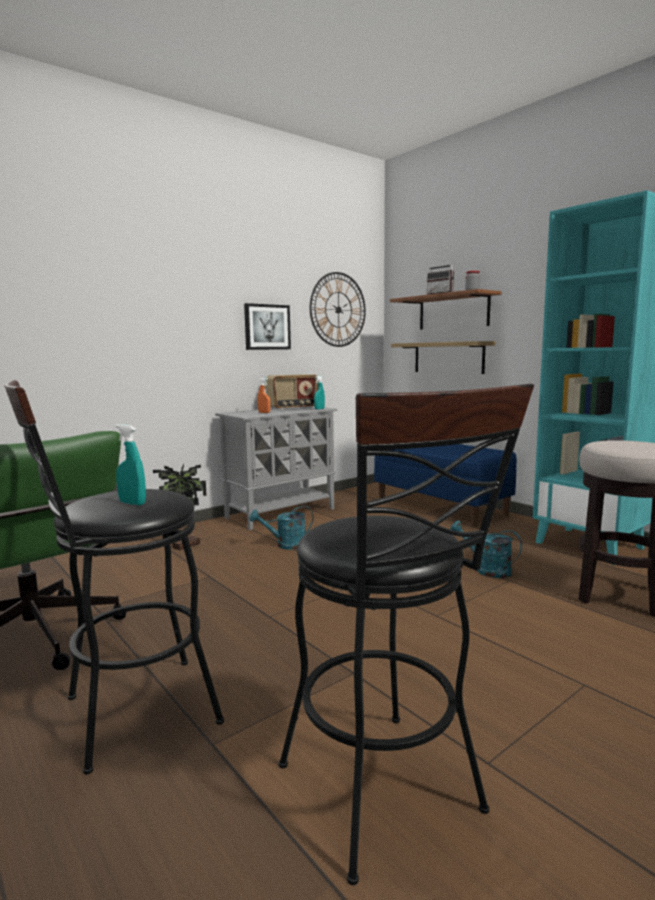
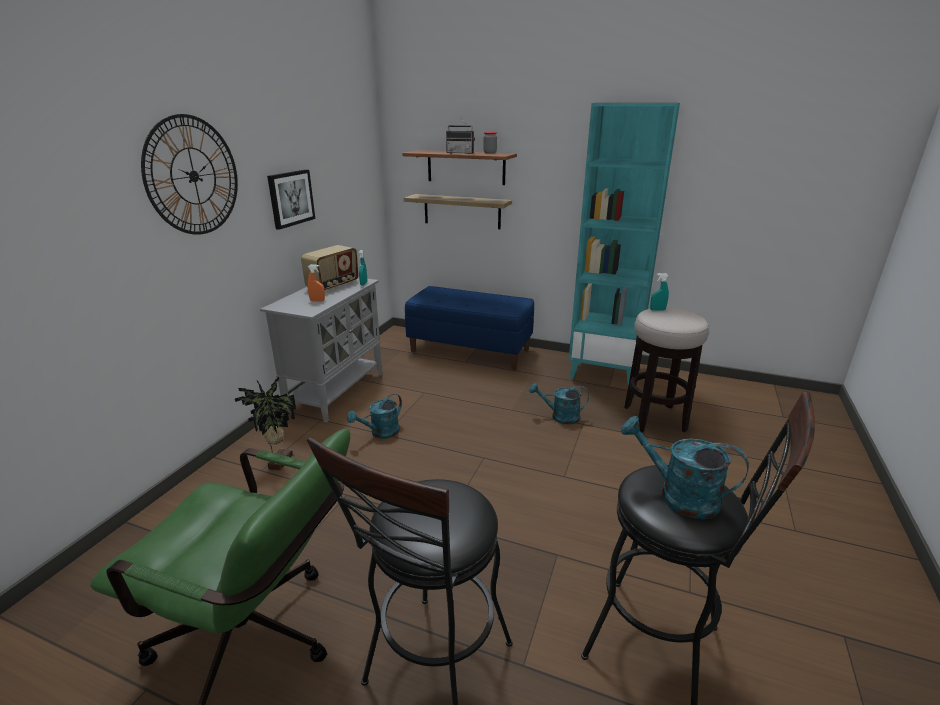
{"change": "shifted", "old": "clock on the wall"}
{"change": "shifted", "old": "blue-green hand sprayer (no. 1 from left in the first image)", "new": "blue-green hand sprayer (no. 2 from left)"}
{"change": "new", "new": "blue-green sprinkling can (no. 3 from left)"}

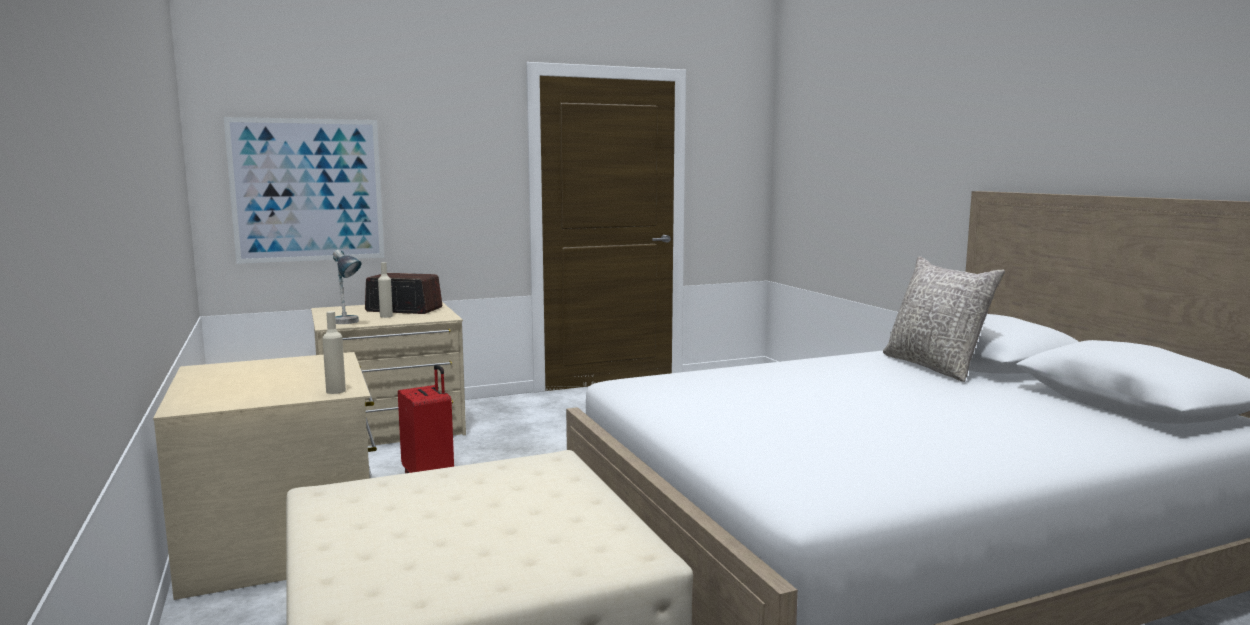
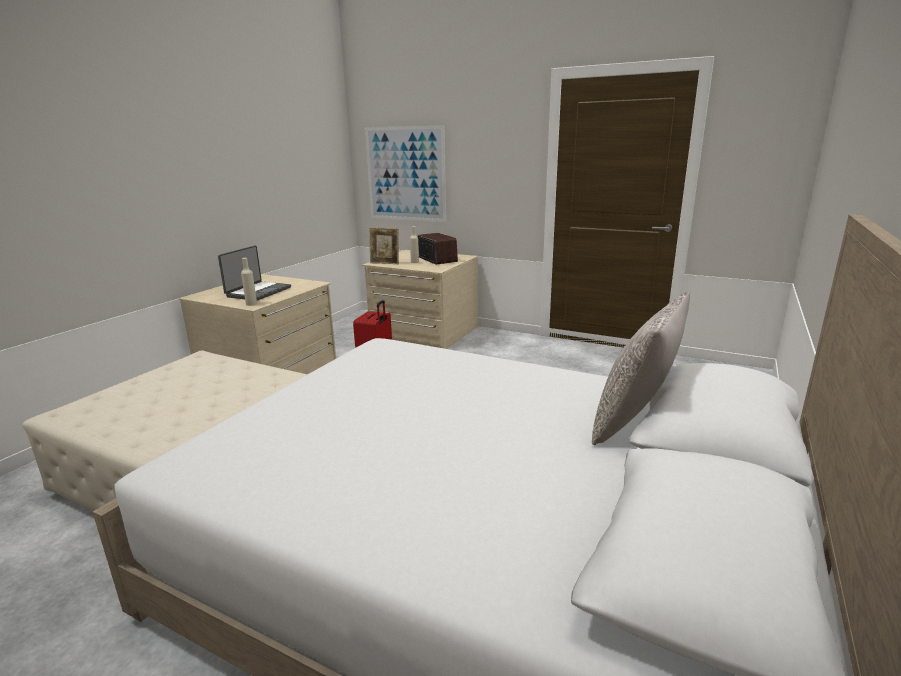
{"change": "swapped", "old": "table lamp", "new": "photo frame"}
{"change": "new", "new": "portable computer"}

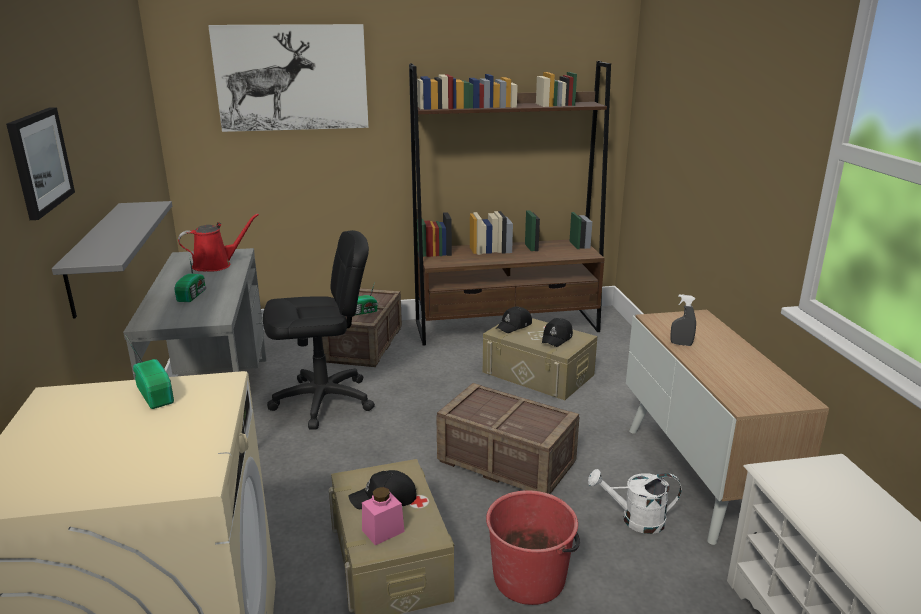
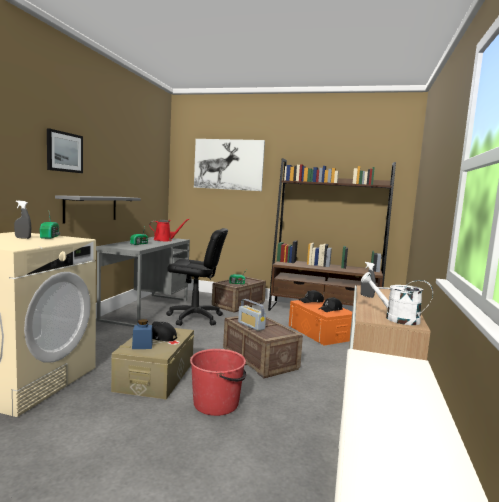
{"change": "repainted", "old": "beige storage container (no. 2 from left)", "new": "orangey storage container"}
{"change": "shifted", "old": "white-coloured sprinkling can"}
{"change": "repainted", "old": "pink-coloured storage jar", "new": "blue-coloured storage jar"}
{"change": "new", "new": "gray hand sprayer (no. 1 from left)"}
{"change": "new", "new": "radio set (no. 4 from left)"}

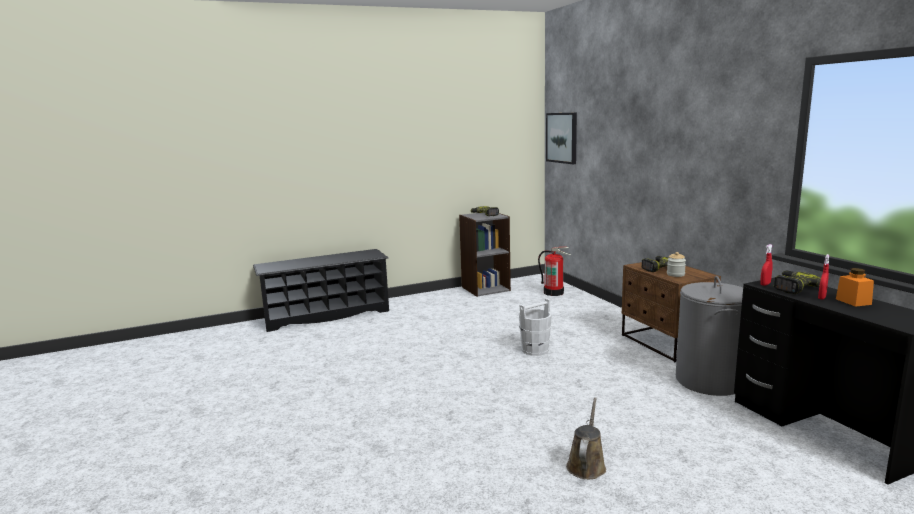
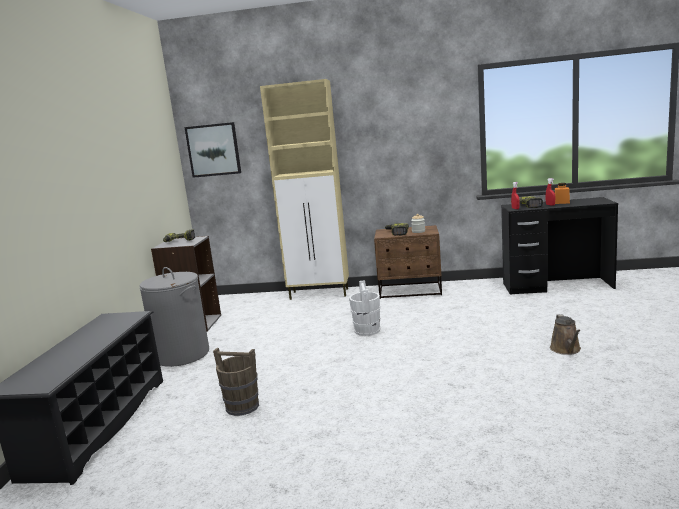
{"change": "gone", "old": "fire-fighting cylinder"}
{"change": "shifted", "old": "gray washing basket"}
{"change": "rotated", "old": "brownish sprinkling can", "degrees": -135}
{"change": "new", "new": "beige cupboard"}
{"change": "new", "new": "brownish water bucket"}

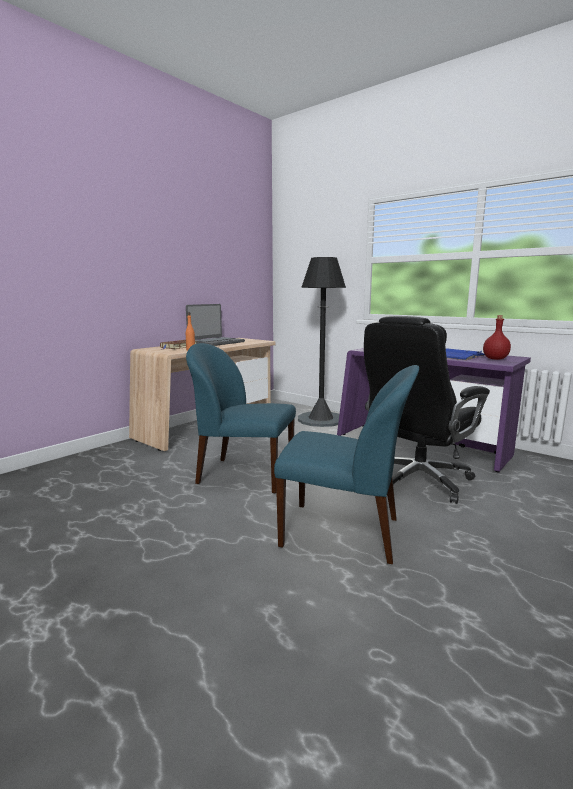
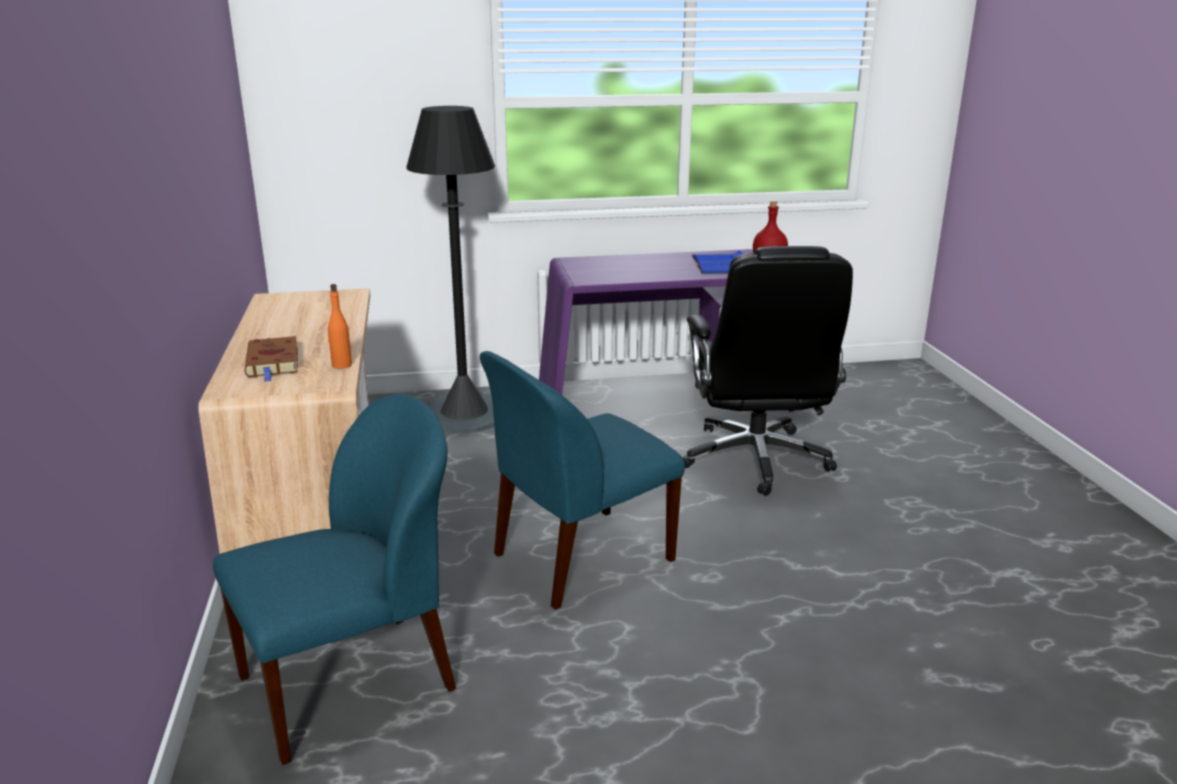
{"change": "gone", "old": "portable computer"}
{"change": "shifted", "old": "blue-coloured plain chair (no. 2 from left in the first image)", "new": "blue-coloured plain chair (no. 1 from left)"}

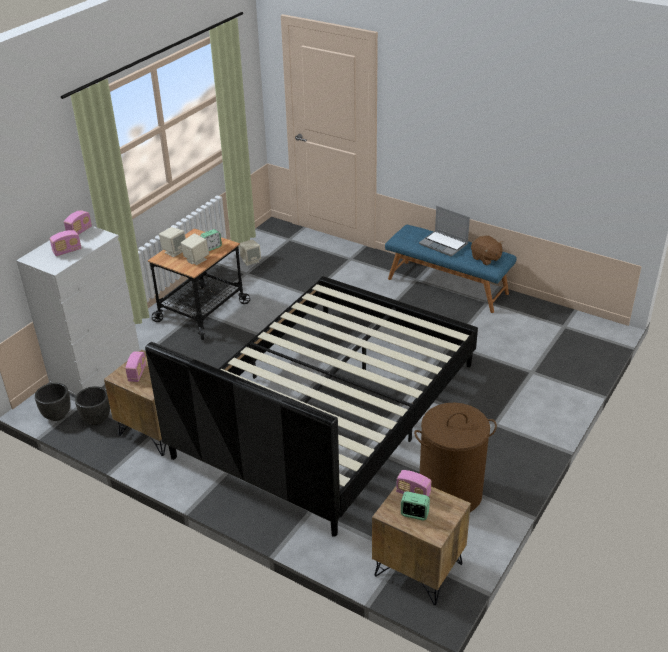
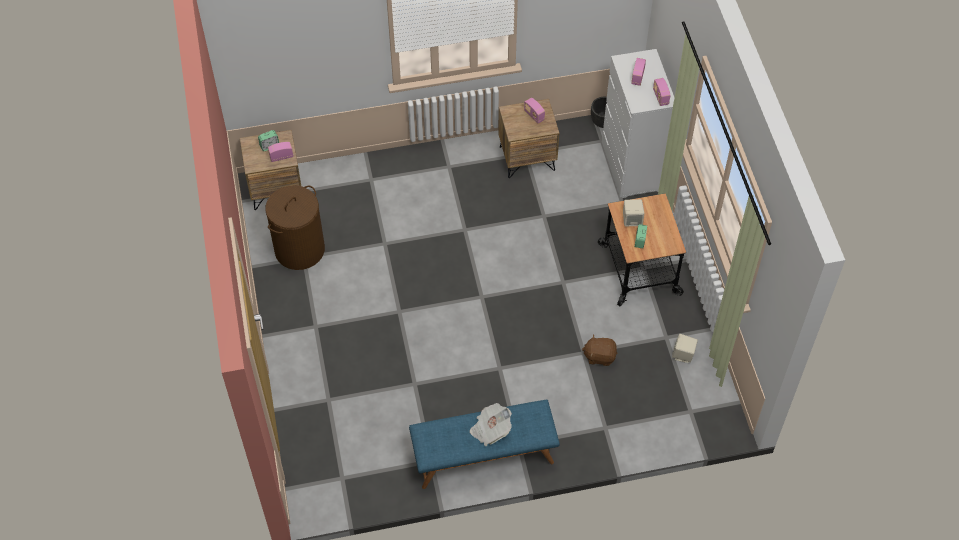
{"change": "swapped", "old": "portable computer", "new": "newspaper"}
{"change": "gone", "old": "beige loudspeaker (no. 1 from left)"}
{"change": "shifted", "old": "brownish plush toy"}
{"change": "gone", "old": "black sleeping bed"}
{"change": "gone", "old": "black flower pot (no. 2 from left)"}

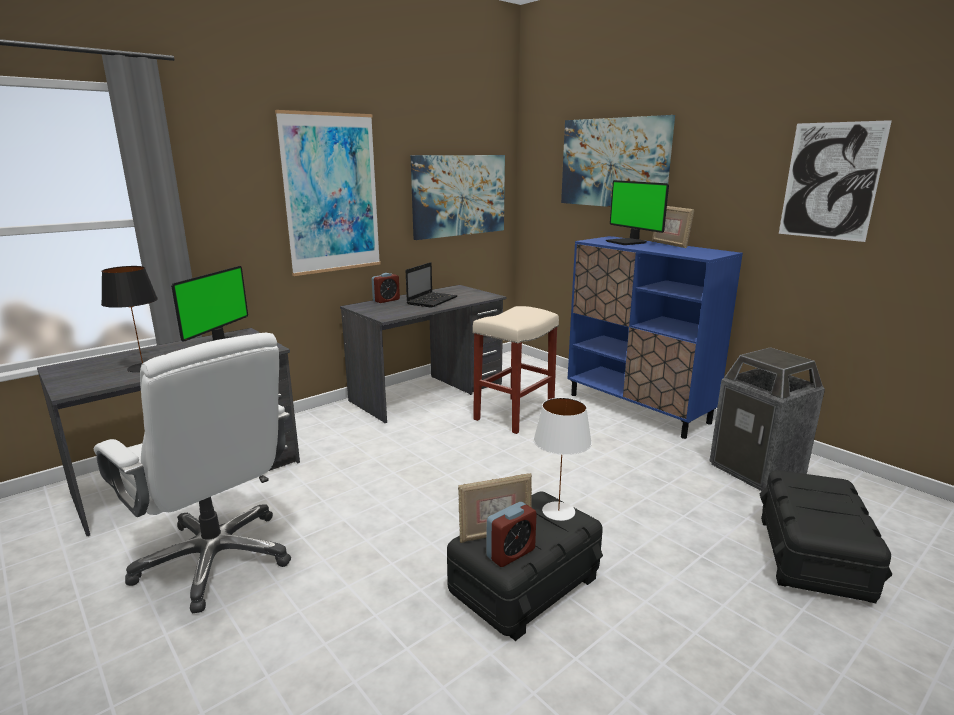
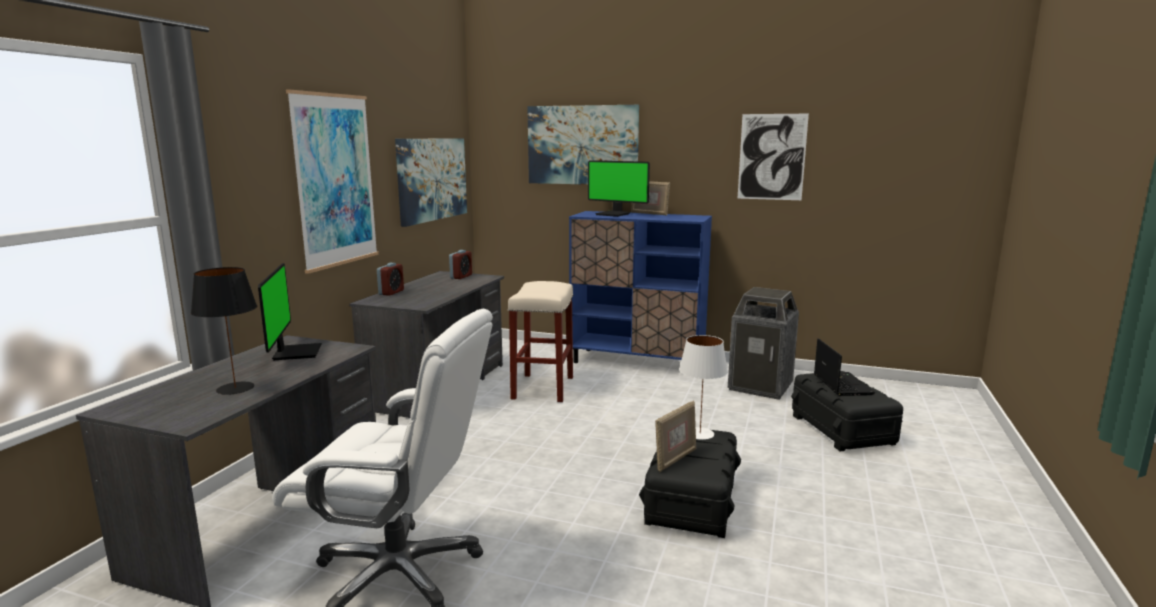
{"change": "shifted", "old": "portable computer"}
{"change": "shifted", "old": "alarm clock (no. 2 from left)"}

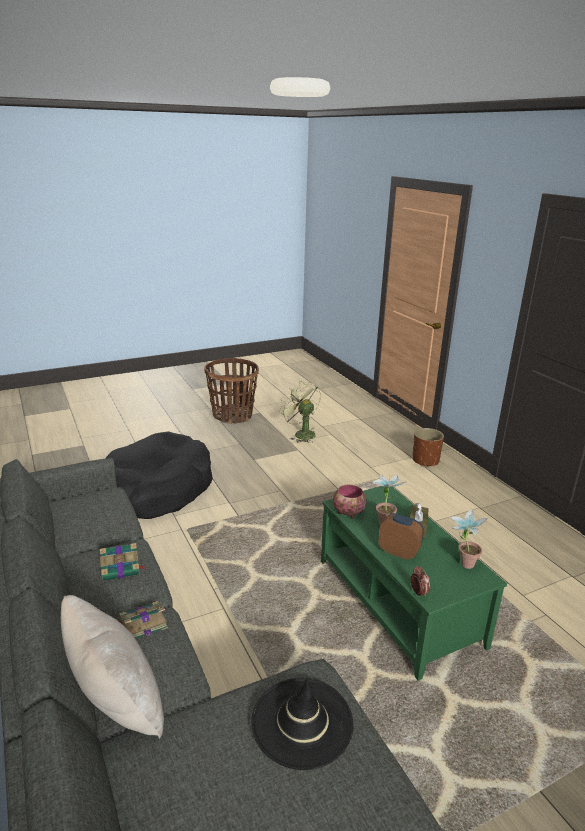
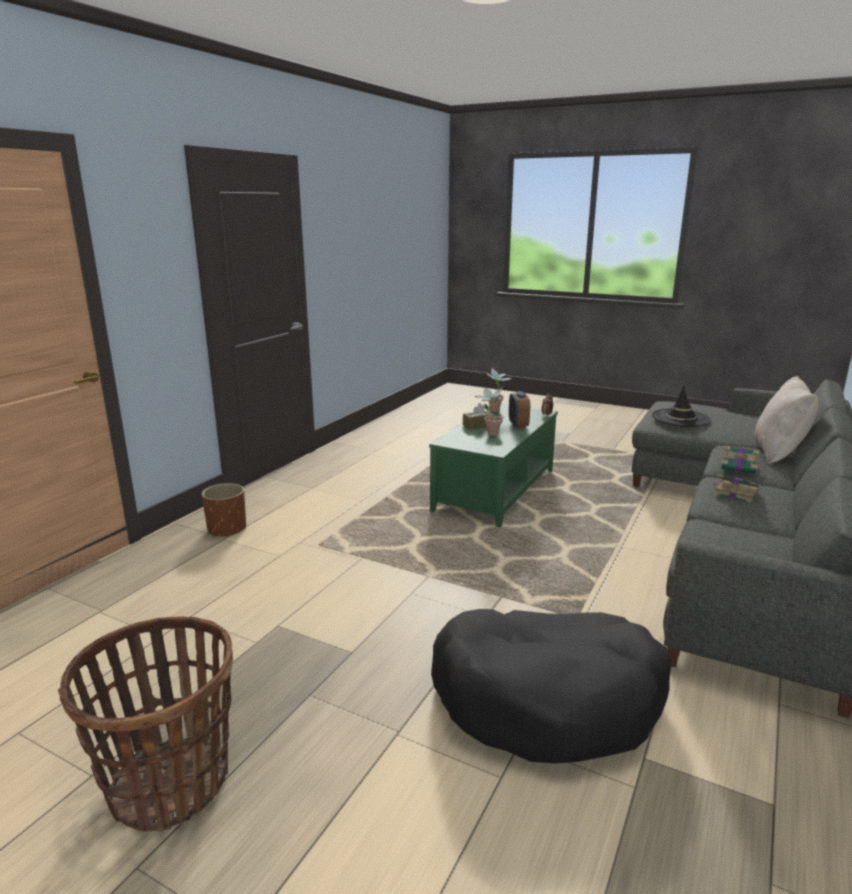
{"change": "gone", "old": "green-coloured cooling fan"}
{"change": "gone", "old": "serving bowl"}

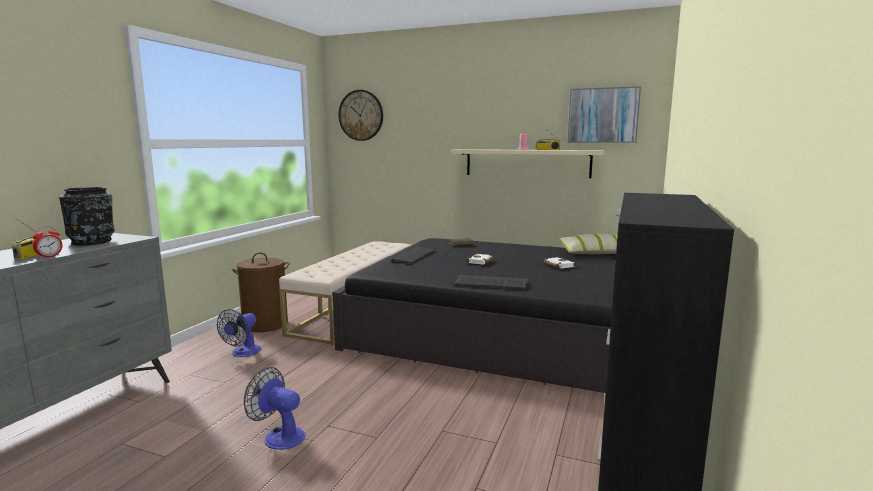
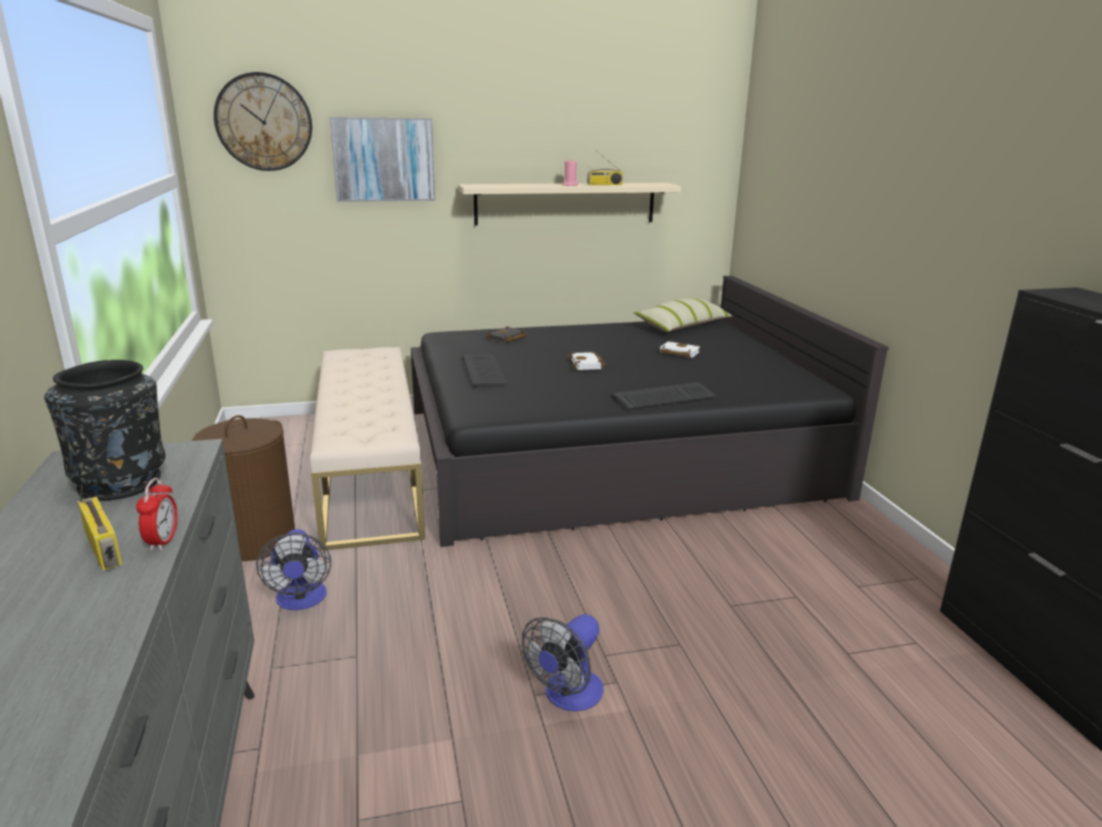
{"change": "shifted", "old": "wall picture"}
{"change": "rotated", "old": "cooling fan (no. 2 from left)", "degrees": -45}

